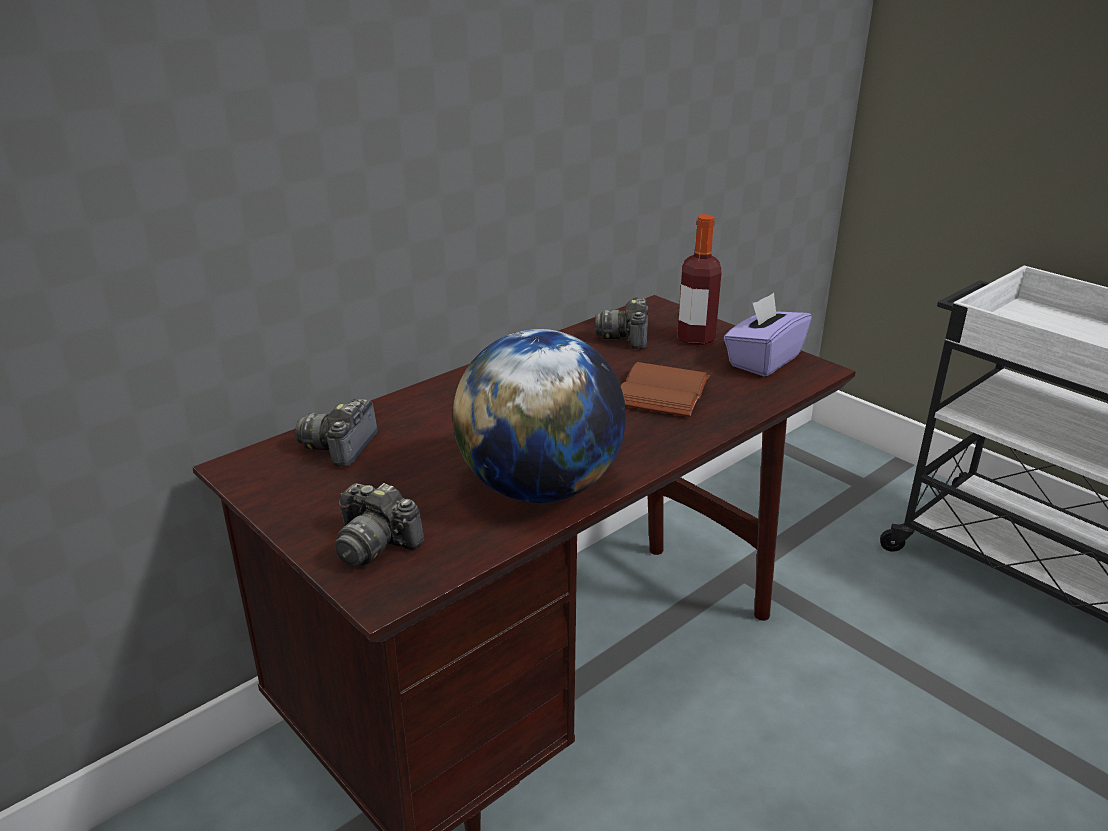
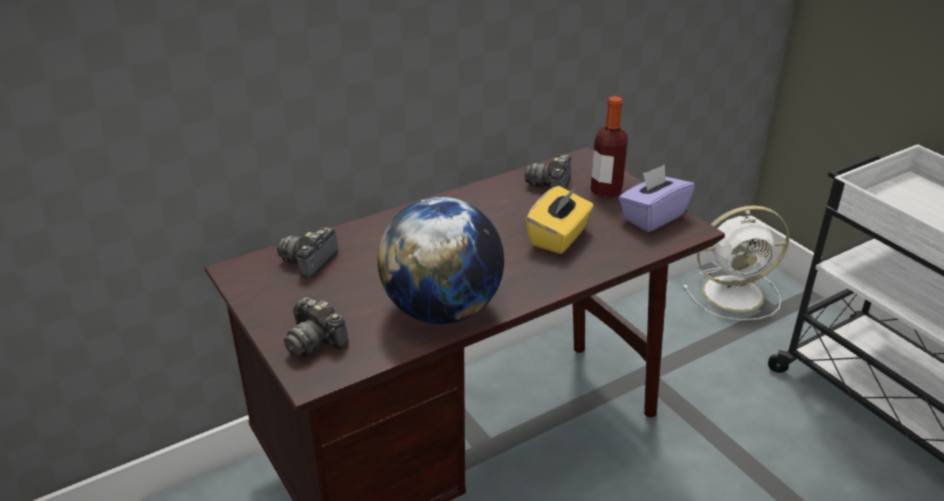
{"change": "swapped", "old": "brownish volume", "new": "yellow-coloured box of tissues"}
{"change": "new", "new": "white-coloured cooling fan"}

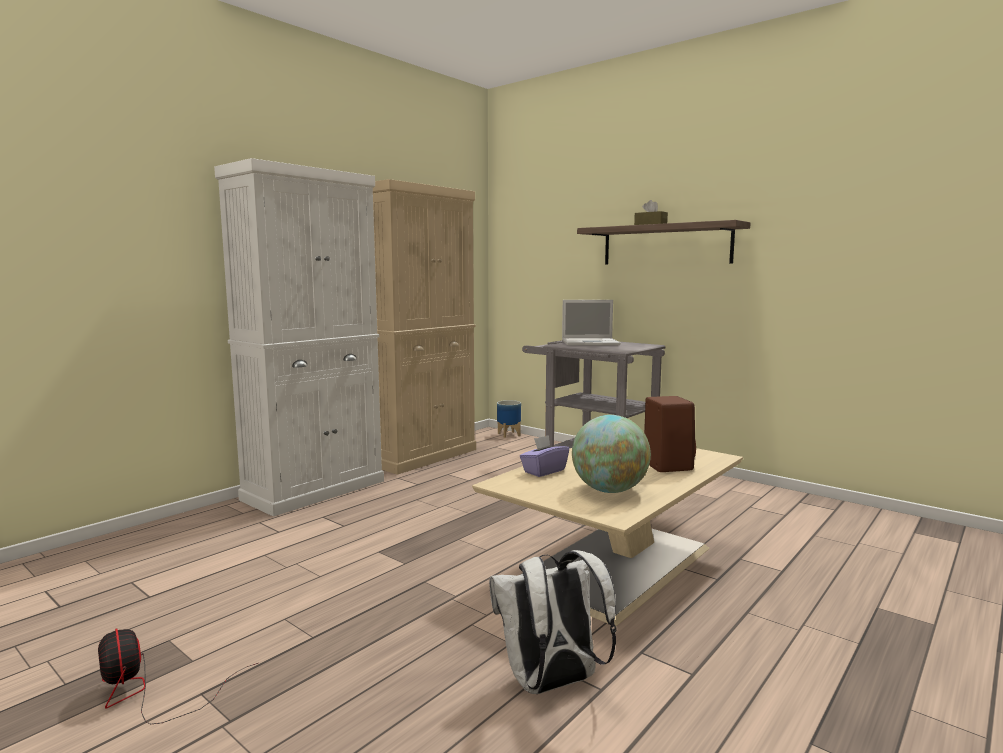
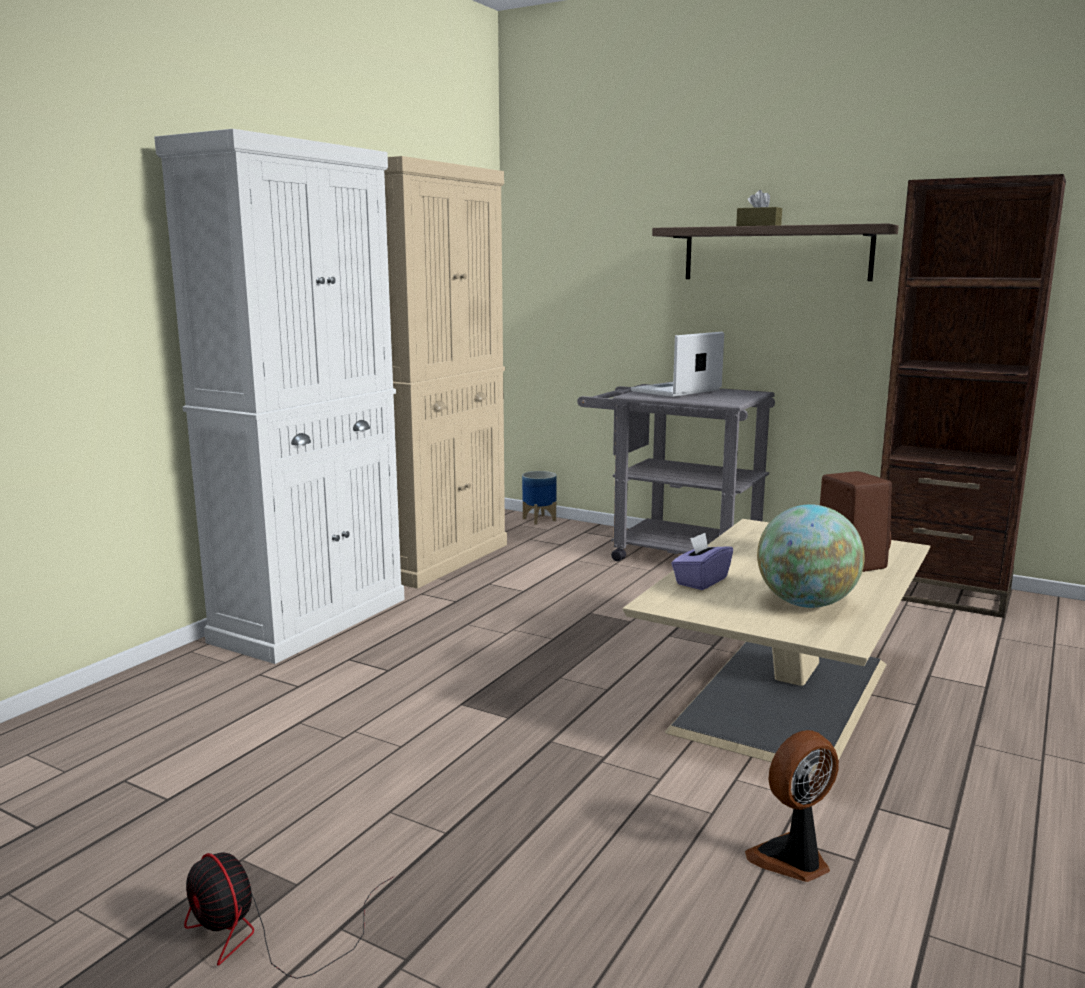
{"change": "rotated", "old": "portable computer", "degrees": 150}
{"change": "swapped", "old": "white-coloured rucksack", "new": "cooling fan (no. 2 from left)"}
{"change": "new", "new": "brownish bookshelf"}

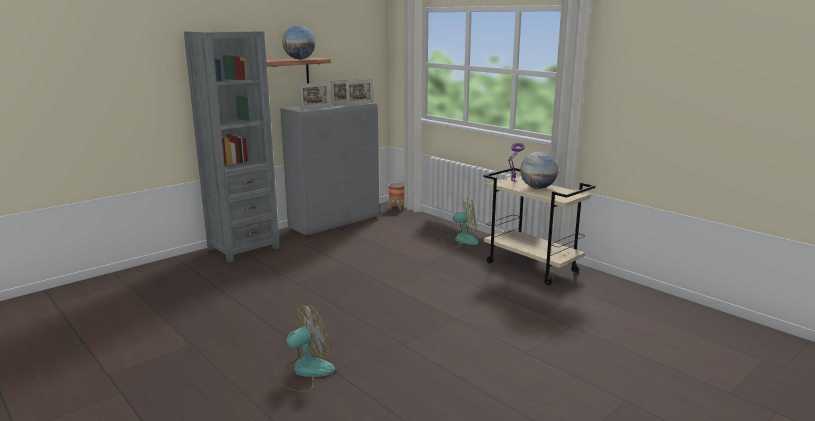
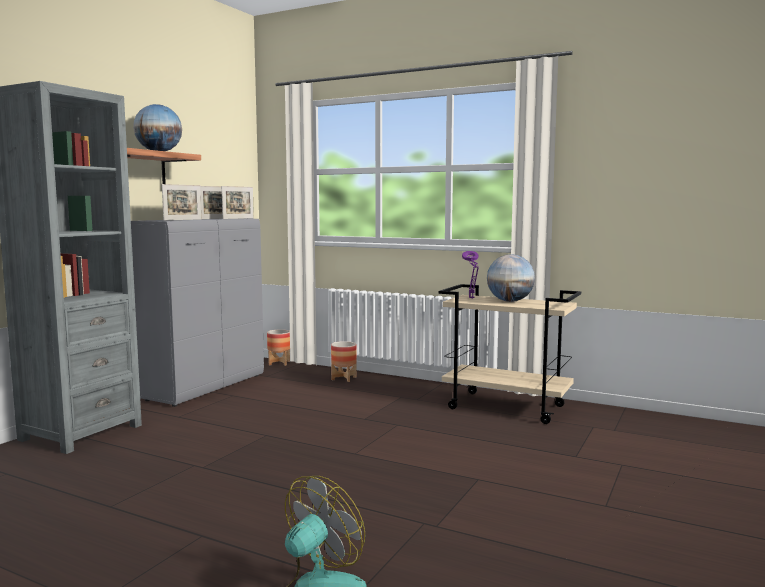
{"change": "gone", "old": "cooling fan (no. 2 from left)"}
{"change": "new", "new": "flower pot (no. 2 from left)"}

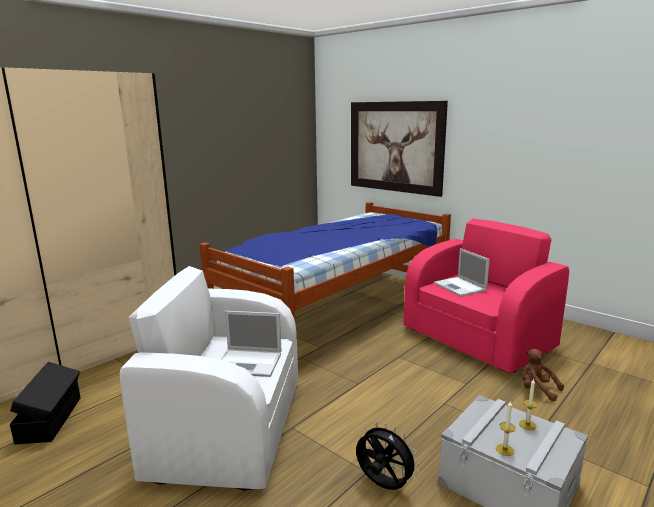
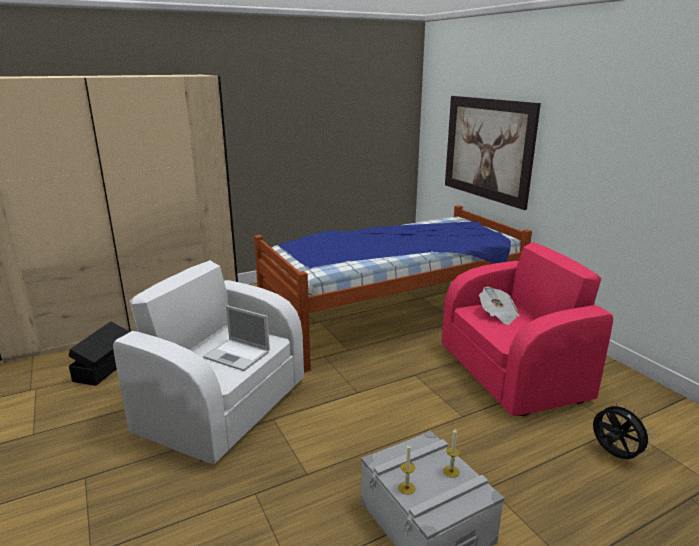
{"change": "swapped", "old": "portable computer (no. 2 from left)", "new": "newspaper"}
{"change": "gone", "old": "brownish plush toy"}
{"change": "shifted", "old": "black cooling fan"}

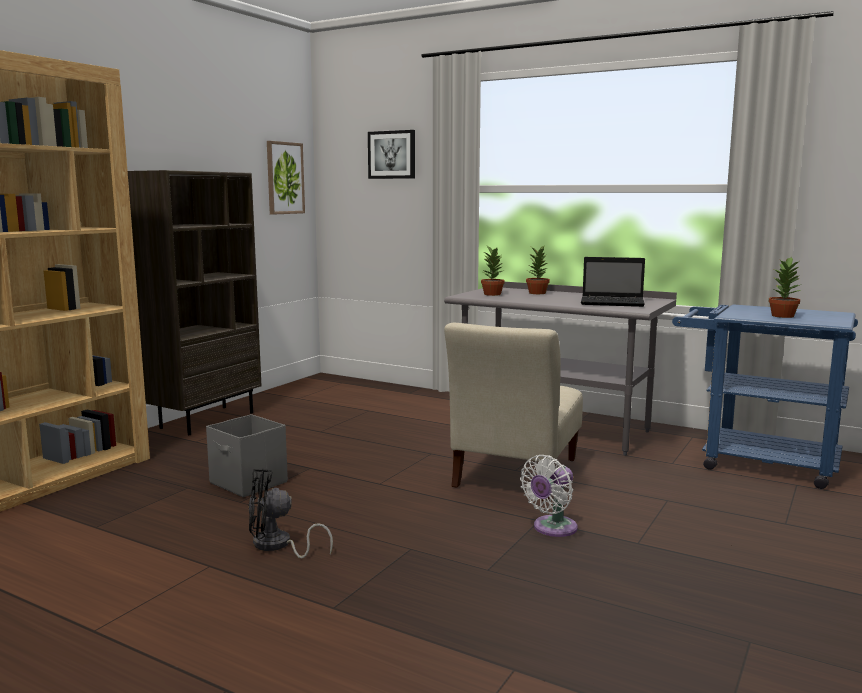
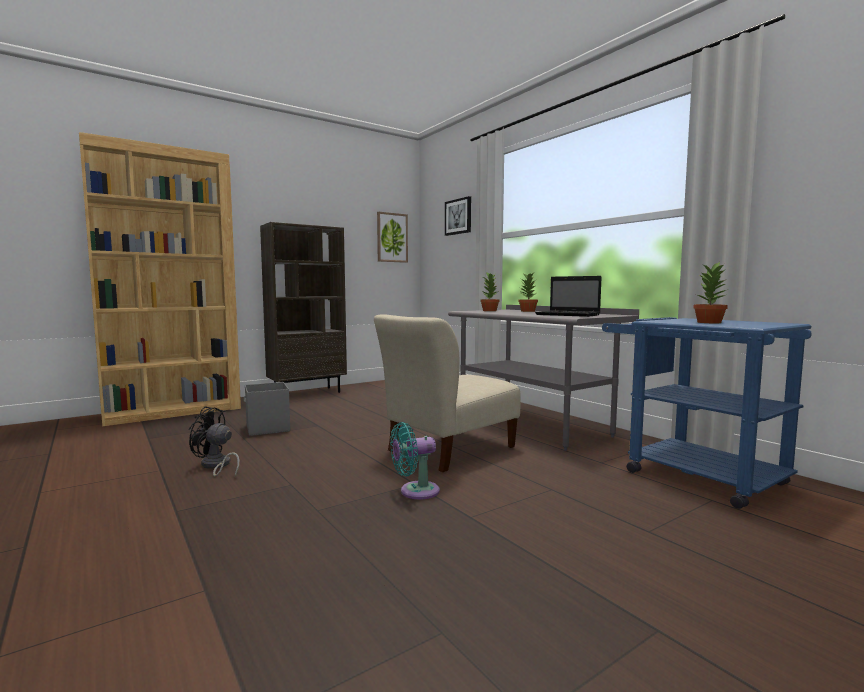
{"change": "repainted", "old": "white-coloured cooling fan", "new": "blue-green cooling fan"}

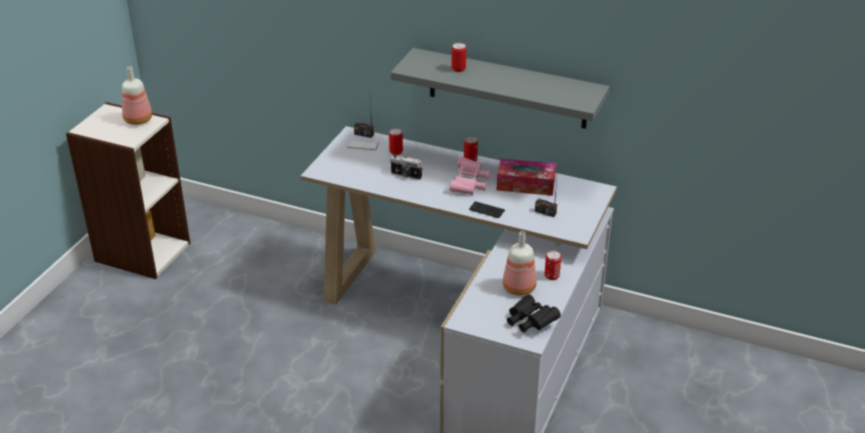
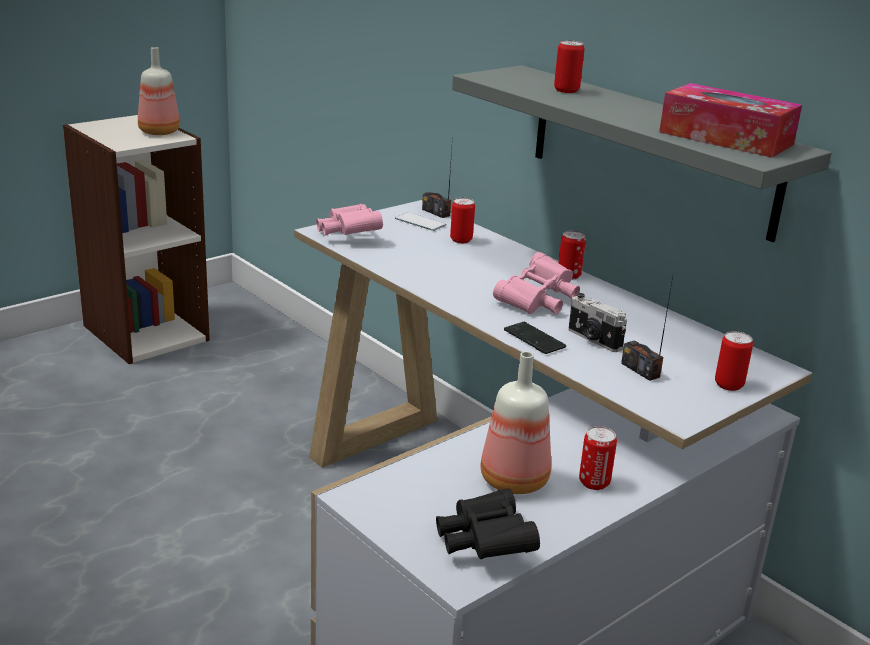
{"change": "shifted", "old": "still camera"}
{"change": "shifted", "old": "box of tissues"}
{"change": "new", "new": "pink-coloured binoculars (no. 1 from left)"}
{"change": "new", "new": "metal can (no. 5 from left)"}

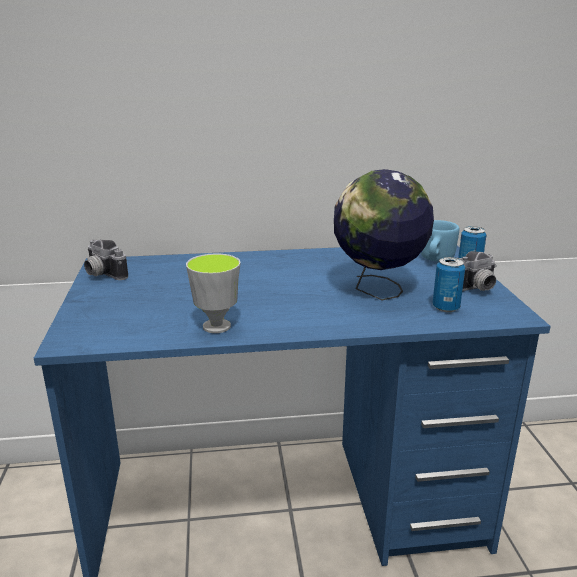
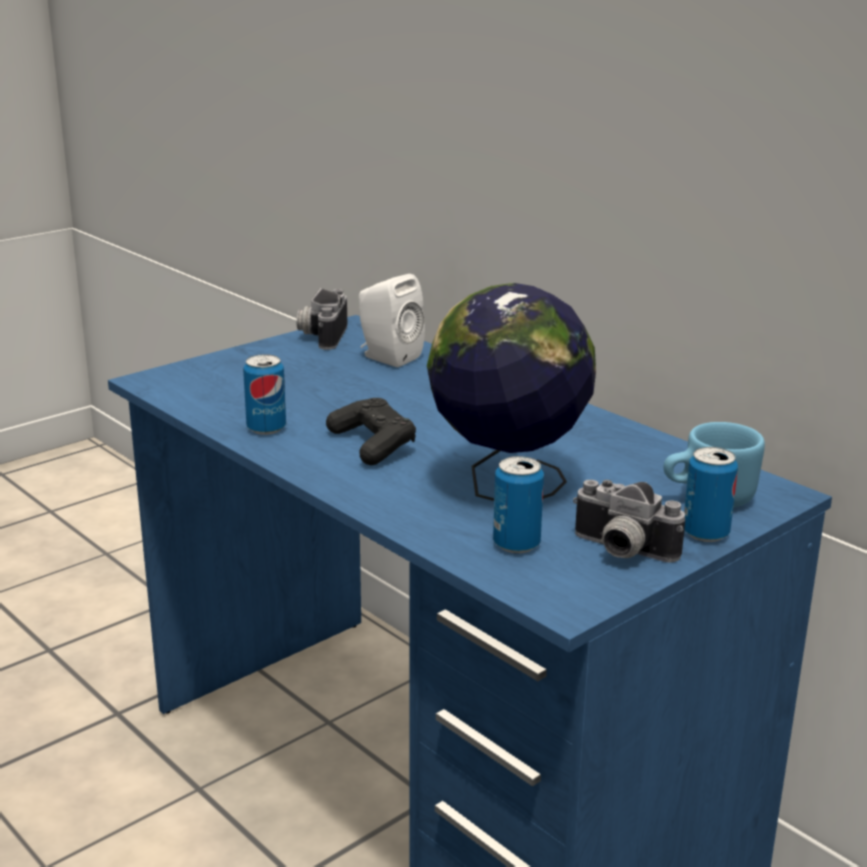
{"change": "swapped", "old": "small cup", "new": "metal can (no. 1 from left)"}
{"change": "new", "new": "white-coloured loudspeaker"}
{"change": "new", "new": "black joypad"}

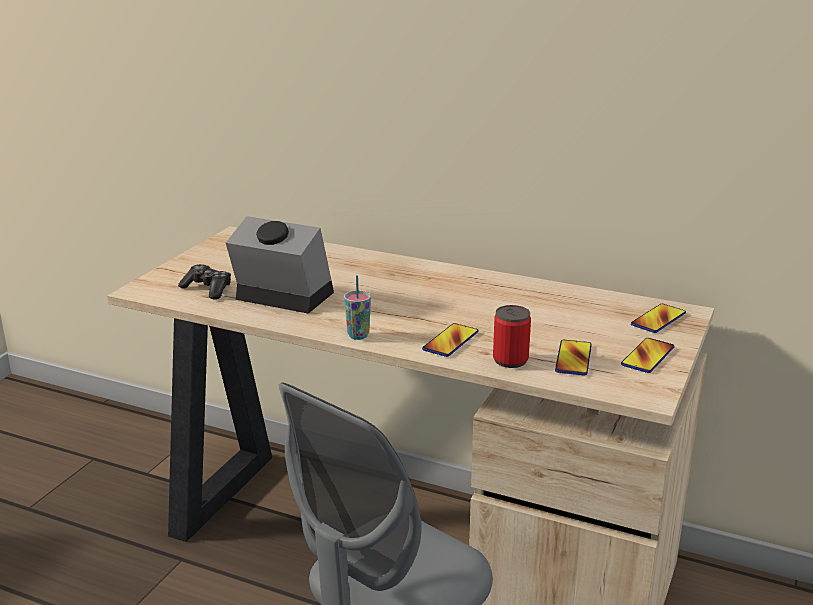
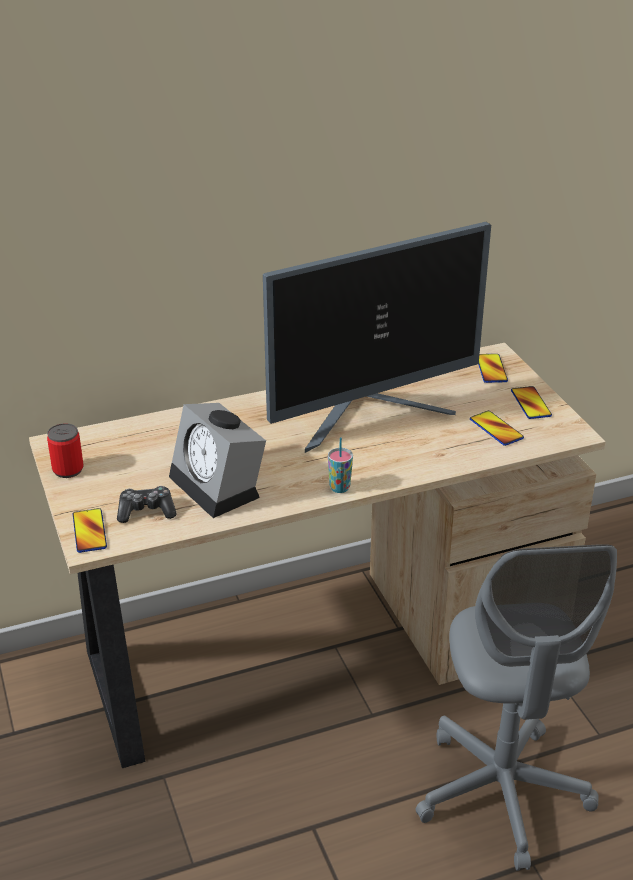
{"change": "rotated", "old": "alarm clock", "degrees": -105}
{"change": "shifted", "old": "metal can"}
{"change": "shifted", "old": "handset (no. 1 from left)"}
{"change": "new", "new": "monitor"}

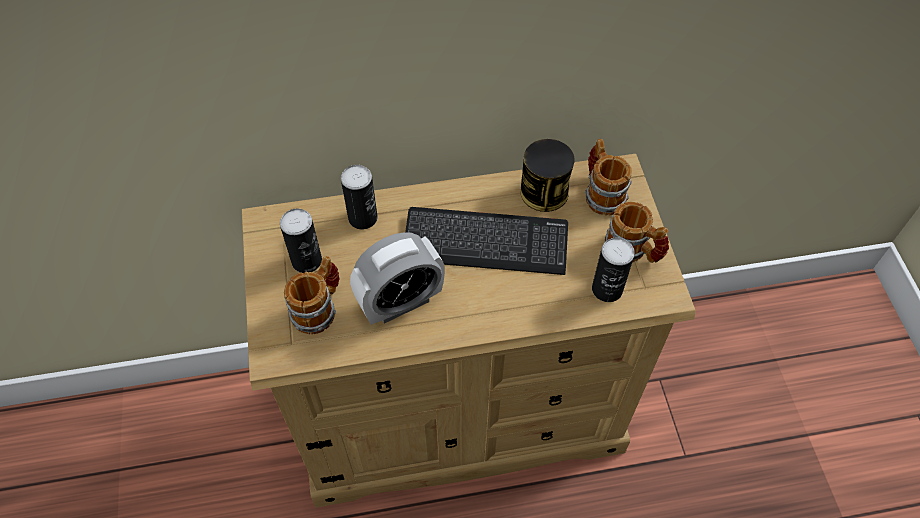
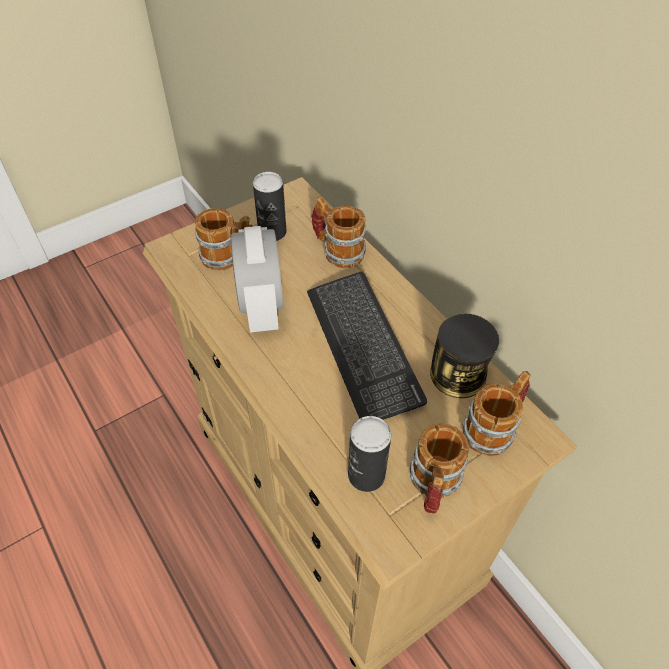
{"change": "swapped", "old": "metal can (no. 2 from left)", "new": "mug (no. 2 from left)"}
{"change": "rotated", "old": "alarm clock", "degrees": -135}

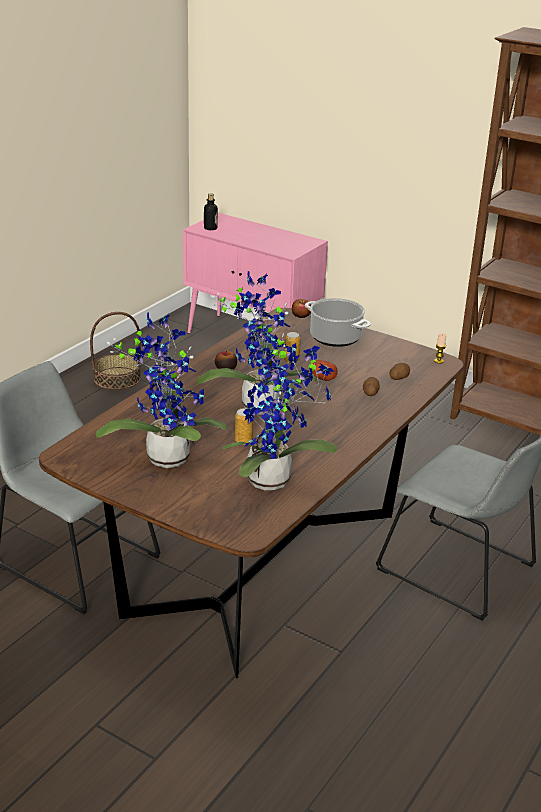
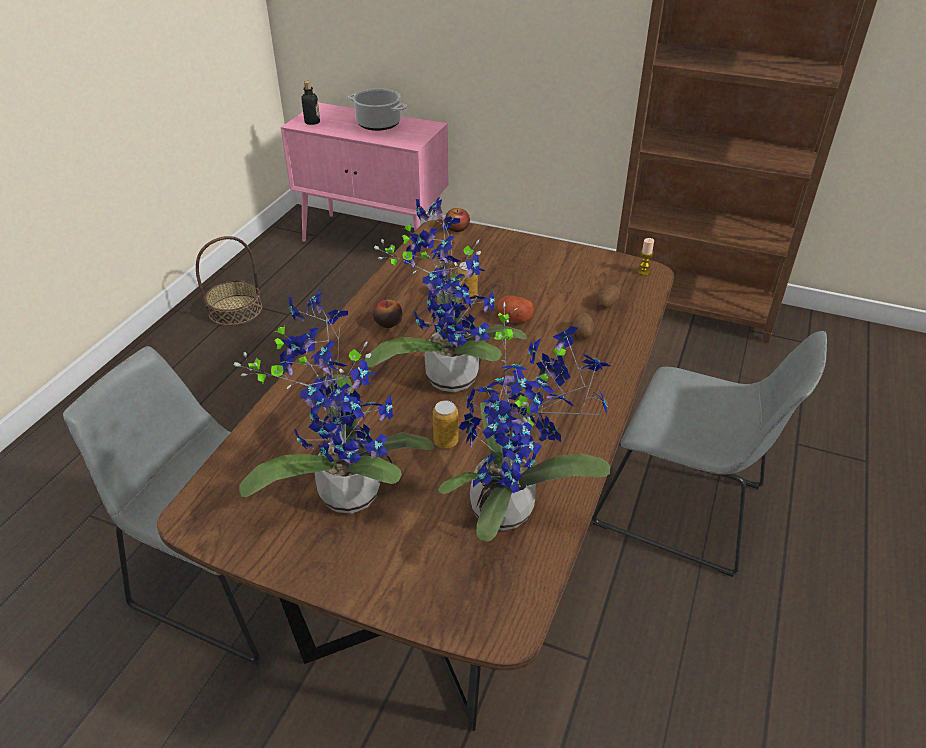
{"change": "shifted", "old": "saucepot"}

